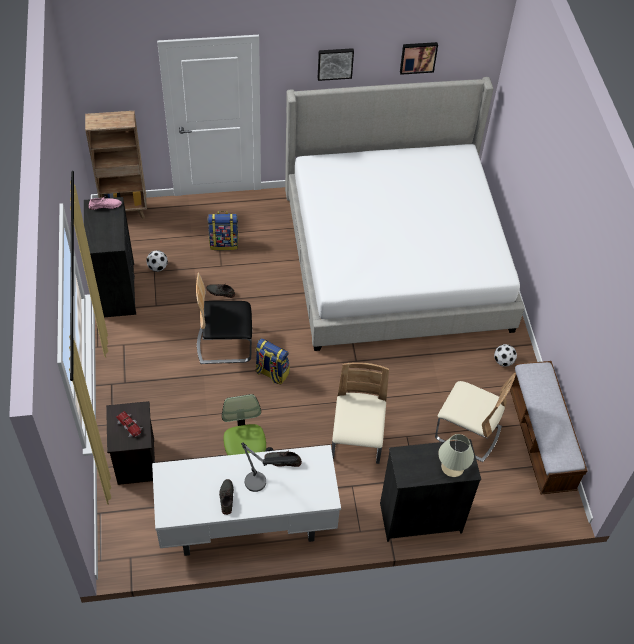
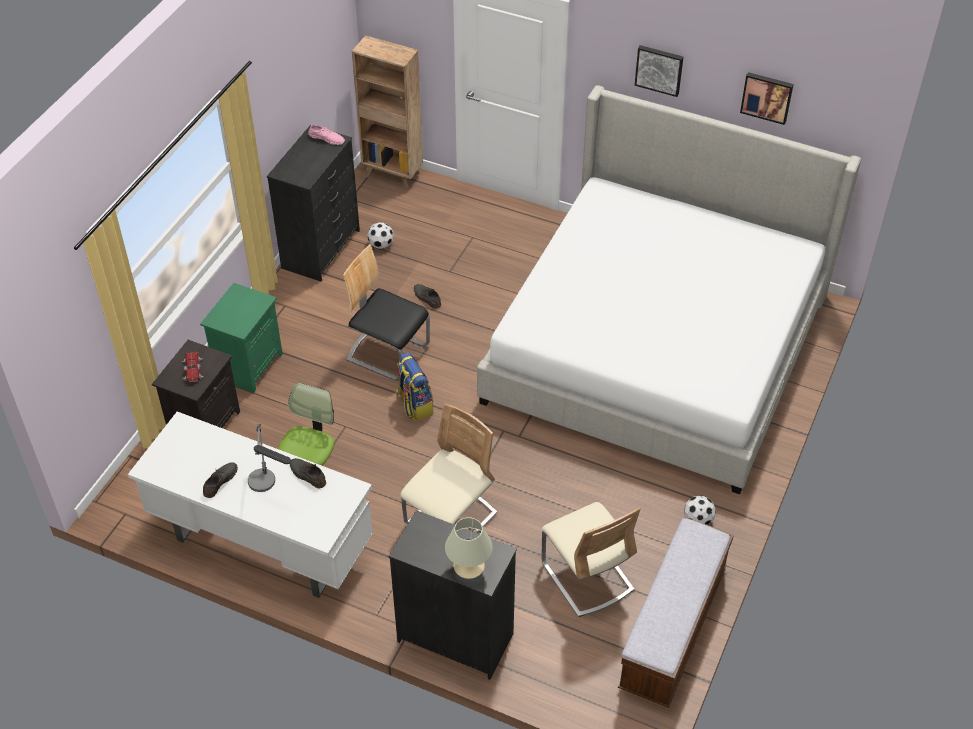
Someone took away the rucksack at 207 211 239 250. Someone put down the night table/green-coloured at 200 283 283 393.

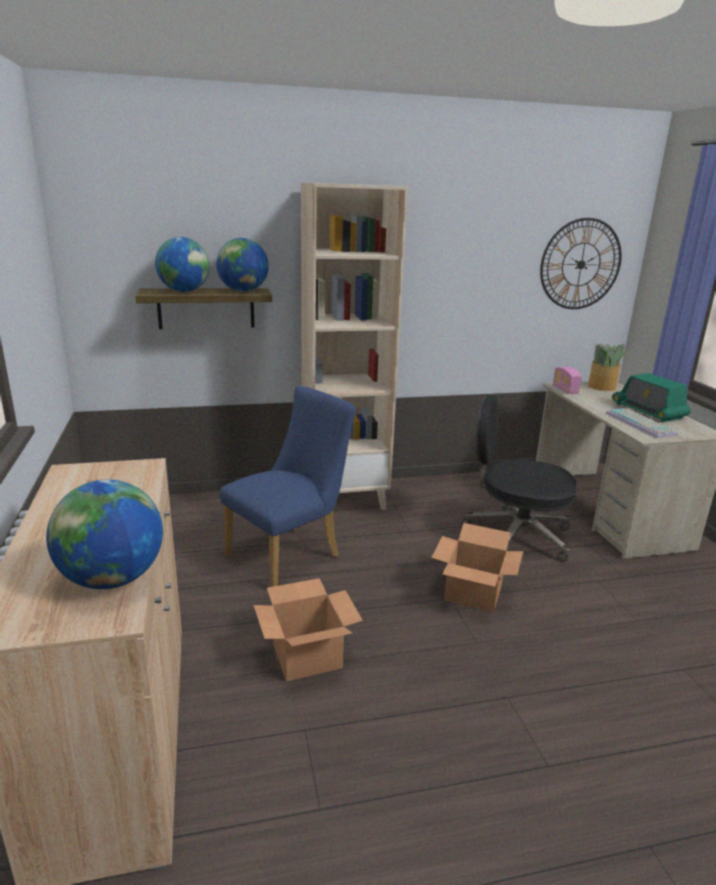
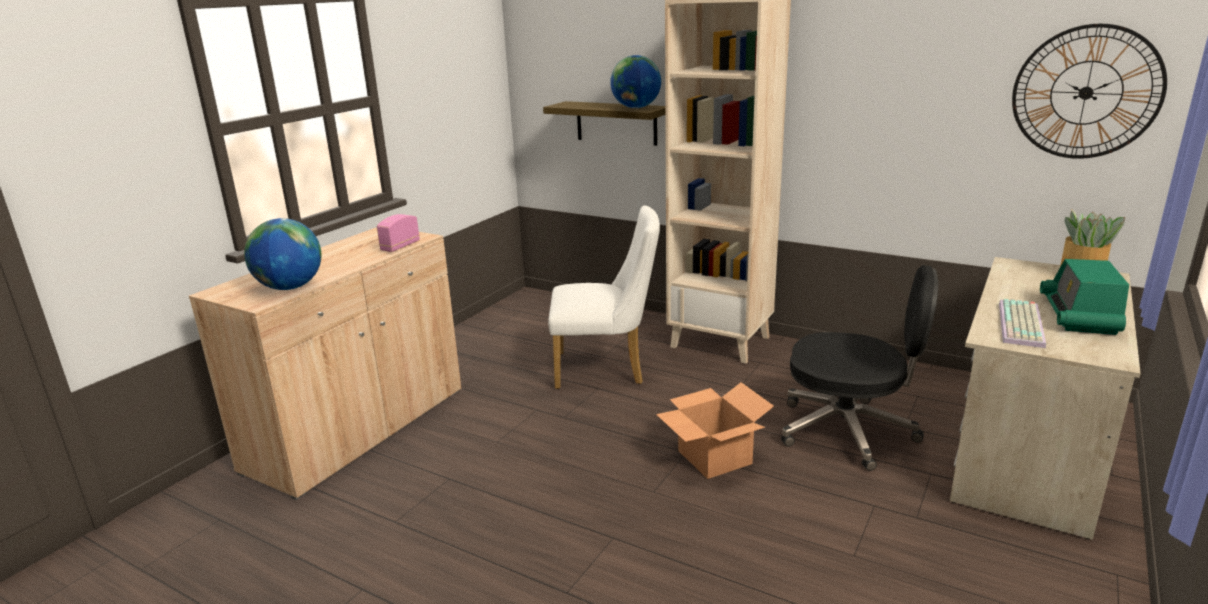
Someone took away the world globe at 155 237 210 292. Someone carried the radio from 553 367 582 394 to 377 214 420 252. Someone repainted the upright chair/blue at 220 386 355 587, which became the upright chair/white-coloured at 548 205 660 389. Someone rotated the computer chair/black-coloured at 461 395 576 562 by 135 degrees clockwise. Someone took away the packing box at 253 578 363 681.

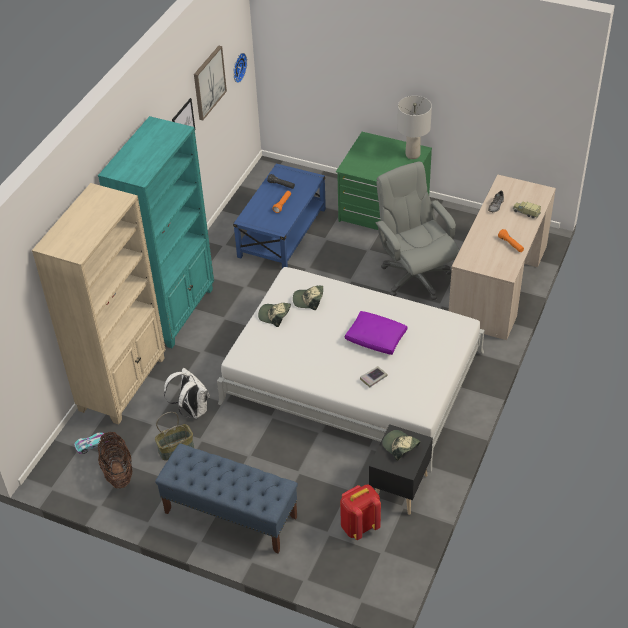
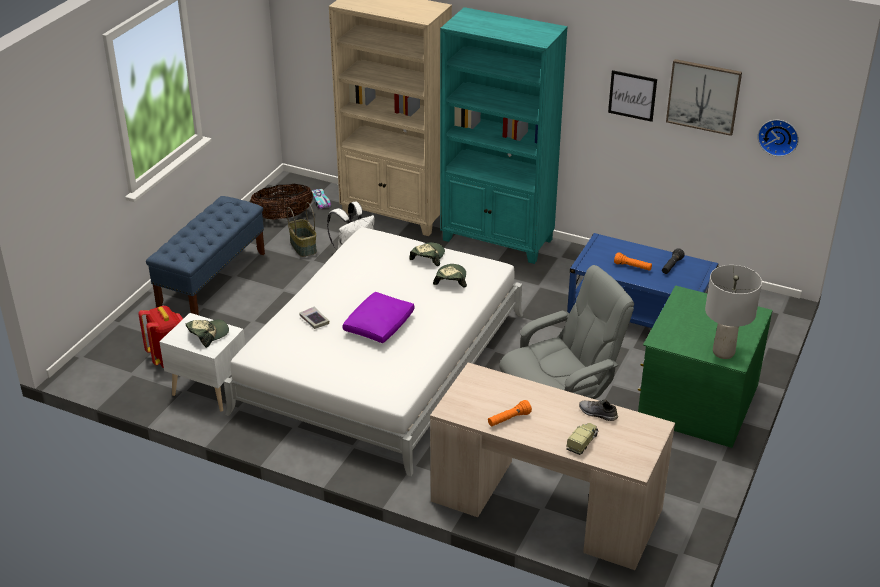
Someone repainted the night table/black-coloured at 369 424 433 515, which became the night table/white-coloured at 159 313 245 412.

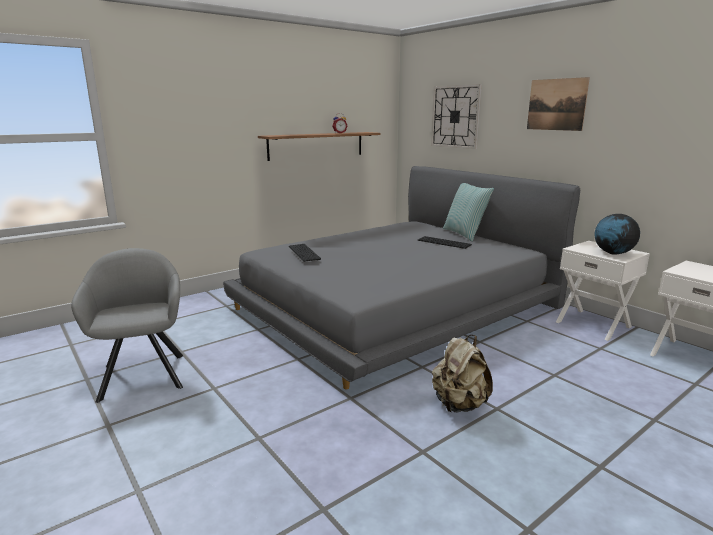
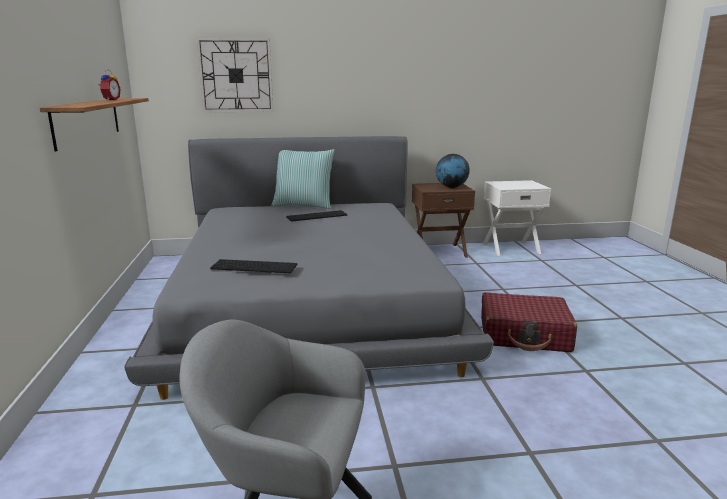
Someone took away the wall picture at 527 77 590 131. Someone repainted the night table/white-coloured at 556 241 650 341, which became the night table/brown-coloured at 412 183 475 258. Someone swapped the rucksack/beige-coloured at 432 335 493 413 for the suitcase/reddish at 481 292 577 352.

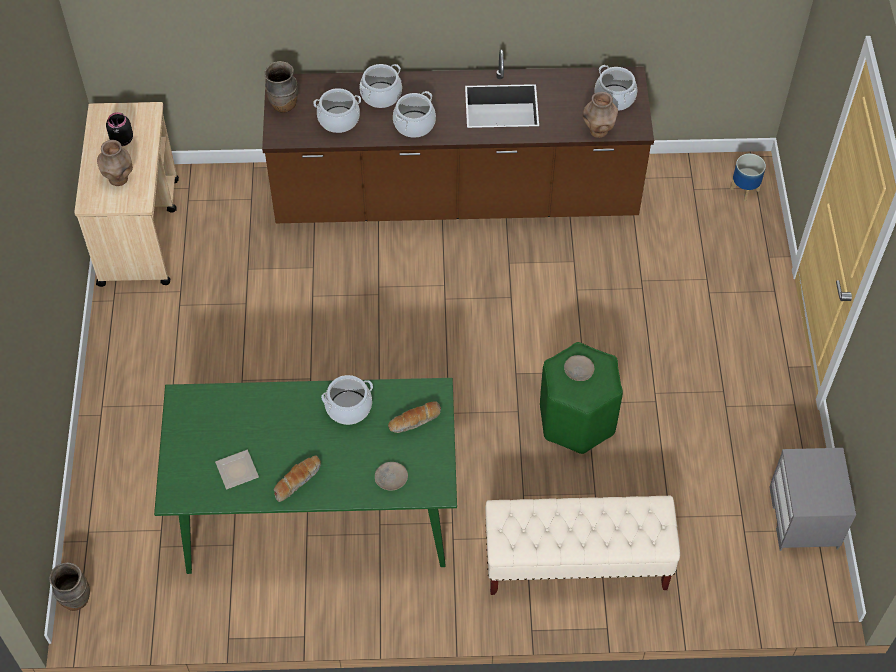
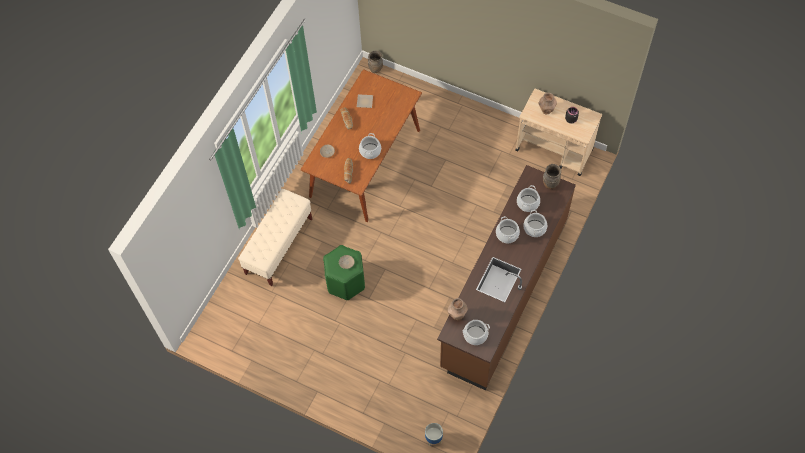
Someone repainted the dinner table/green-coloured at 154 378 457 574, which became the dinner table/brown-coloured at 300 69 422 222. Someone took away the night table/grey at 769 448 856 551.

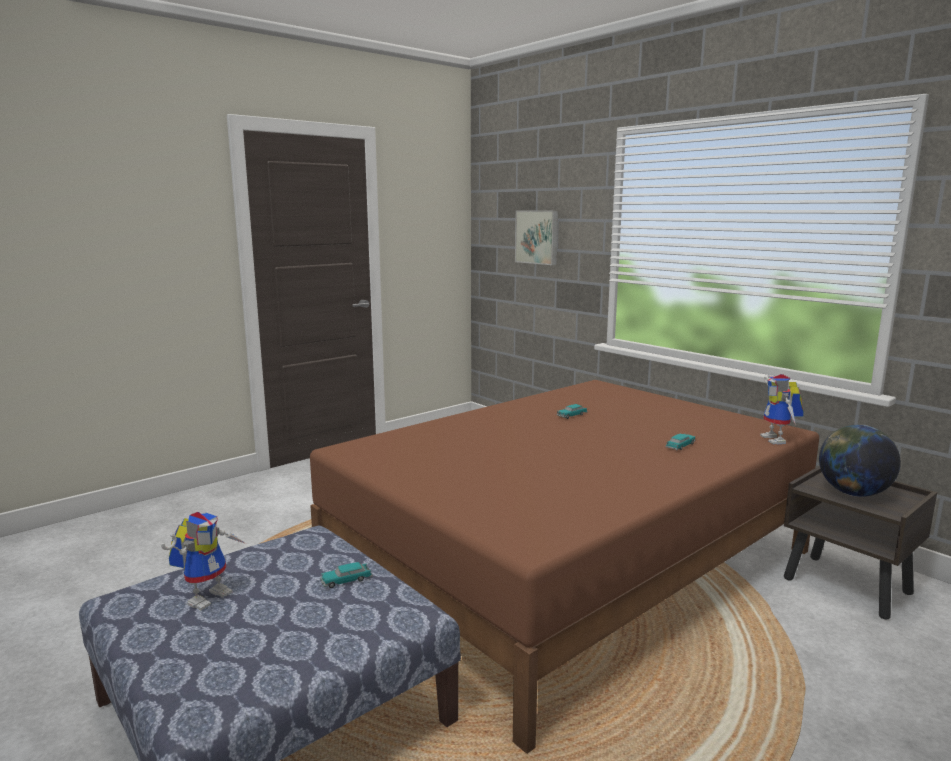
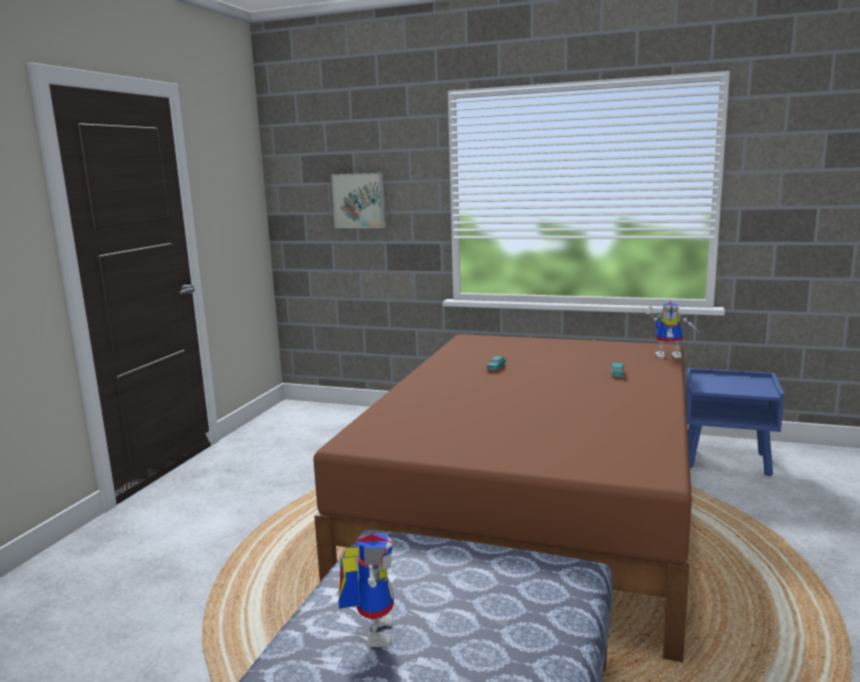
Someone rotated the robot figure at 760 374 804 444 by 45 degrees counterclockwise. Someone took away the world globe at 819 425 901 497. Someone repainted the night table/brown-coloured at 784 466 937 619, which became the night table/blue at 686 368 784 476. Someone took away the toy car at 320 562 373 588.

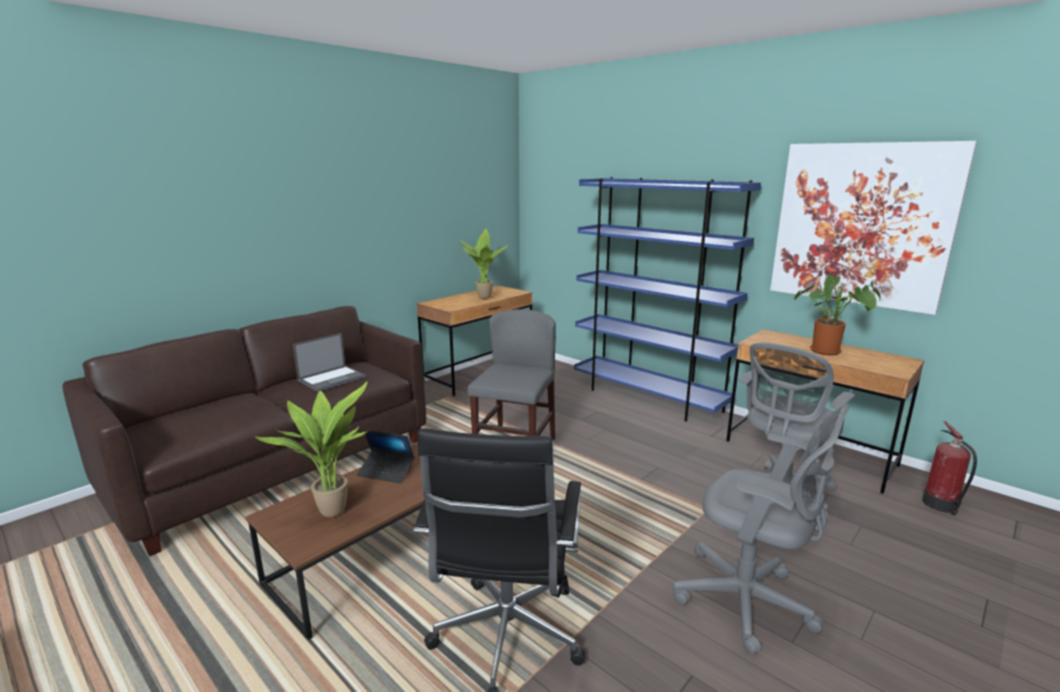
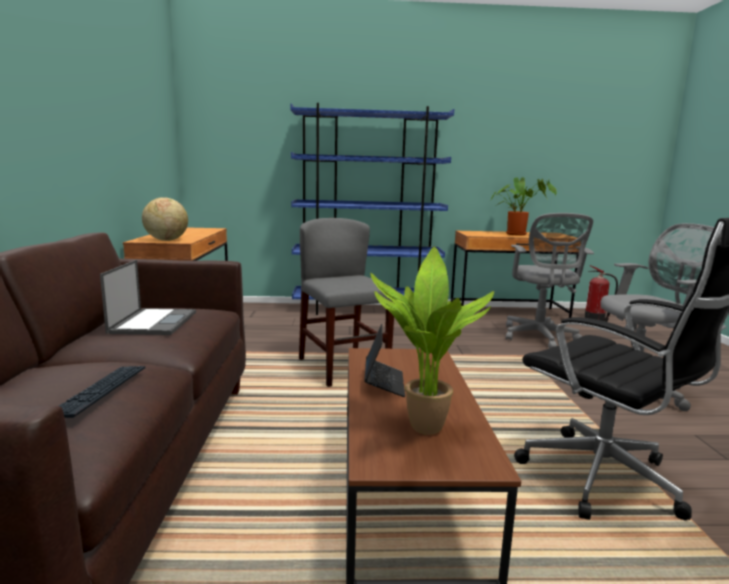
Someone took away the wall picture at 770 141 977 315. Someone took away the houseplant at 460 229 508 299. Someone rotated the notebook computer at 357 430 415 483 by 60 degrees counterclockwise. Someone put down the world globe at 142 197 188 241. Someone put down the keyboard at 59 366 145 418.

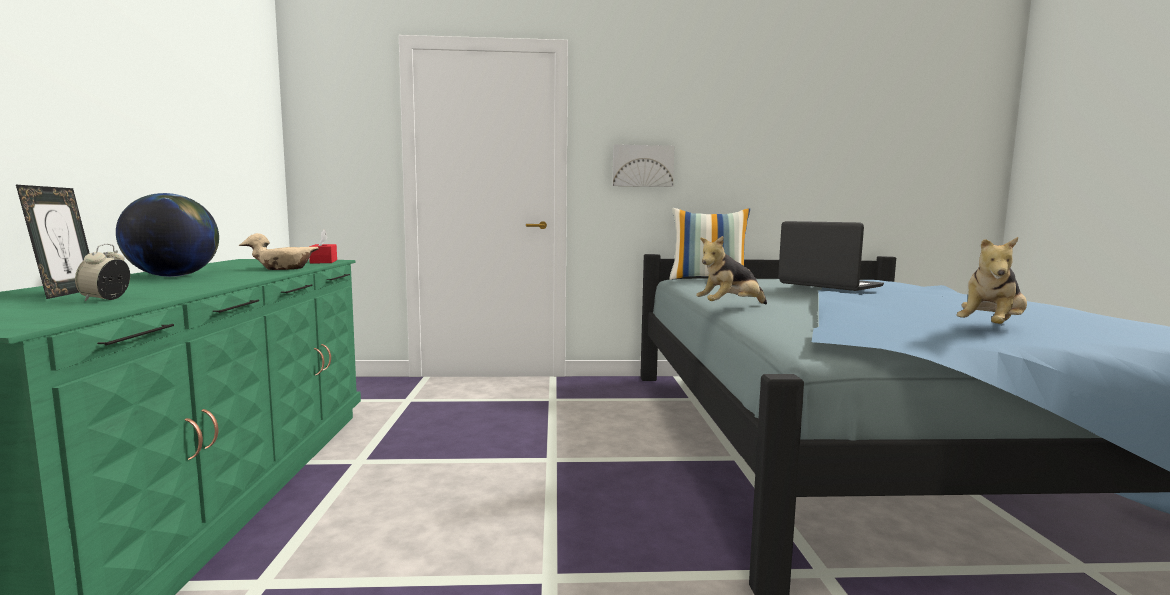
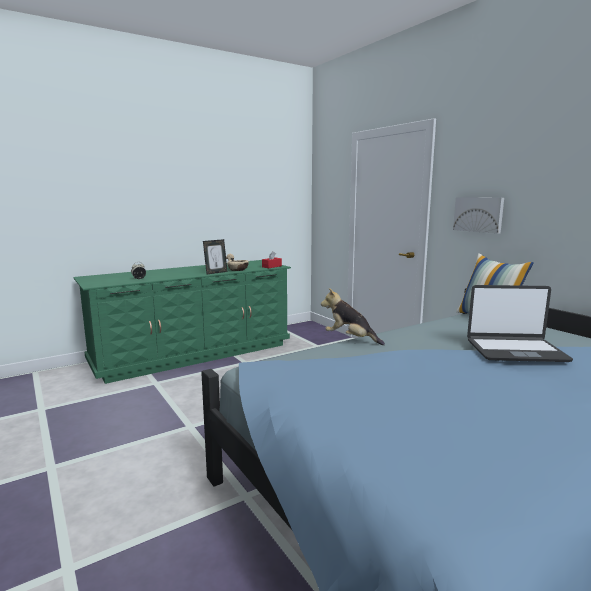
Someone carried the photo frame from 16 185 89 299 to 203 239 228 274. Someone took away the world globe at 116 193 219 277. Someone rotated the notebook computer at 778 221 884 291 by 75 degrees clockwise. Someone took away the plush toy at 956 237 1027 324.

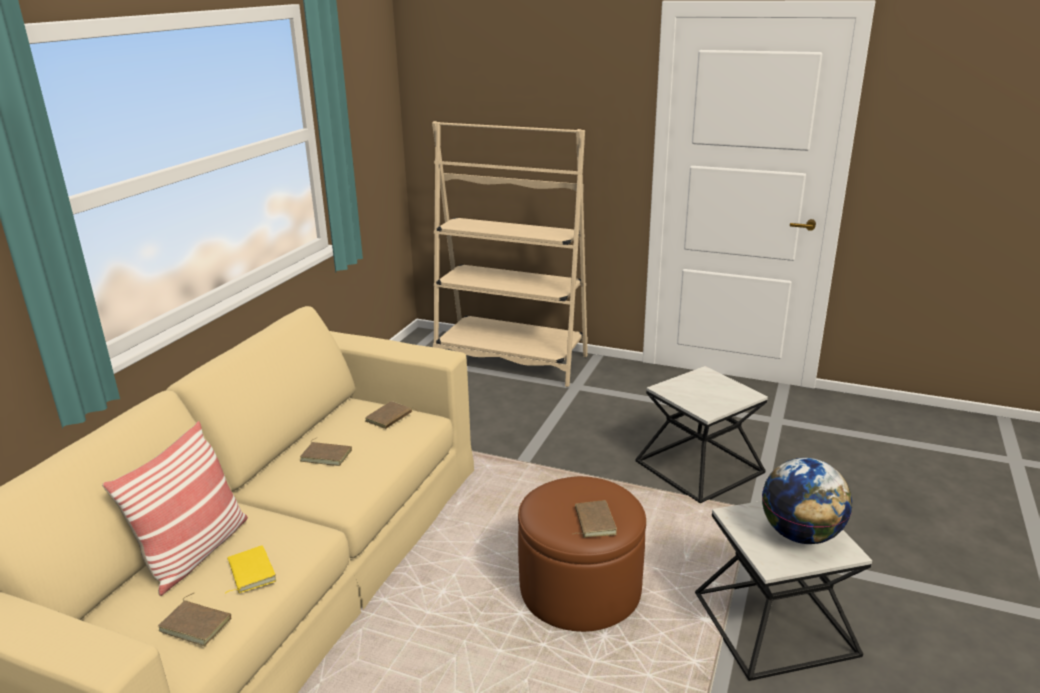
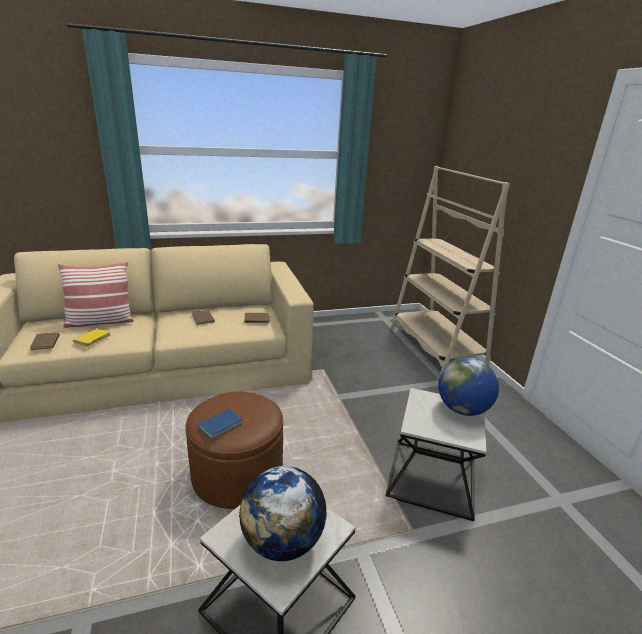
Someone repainted the volume/brown-coloured at 572 500 617 537, which became the volume/blue at 195 409 243 439. Someone put down the world globe at 438 358 499 416.

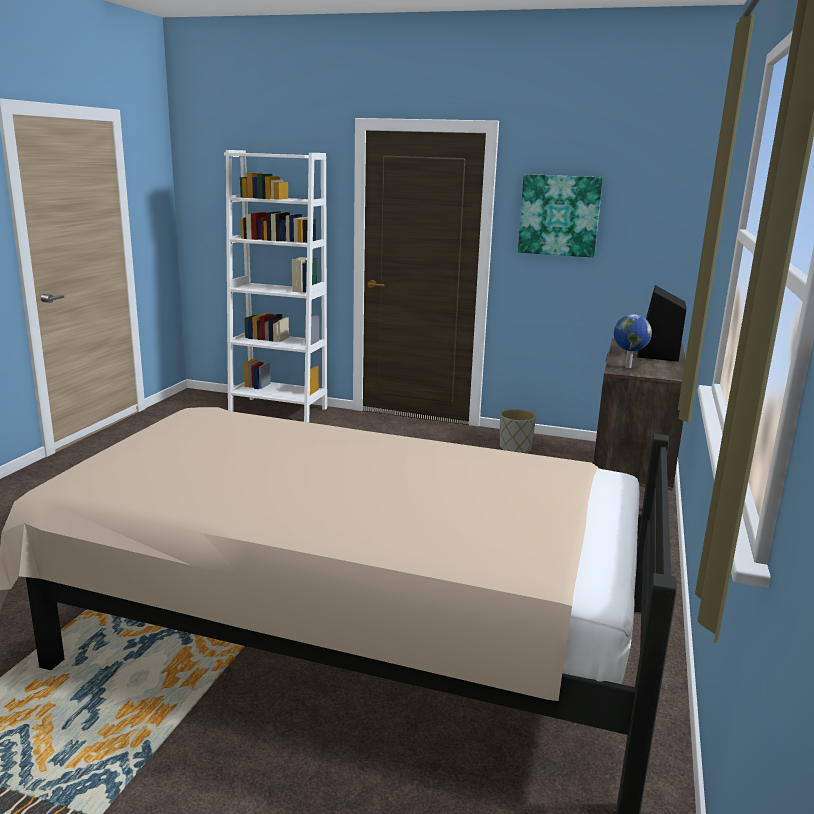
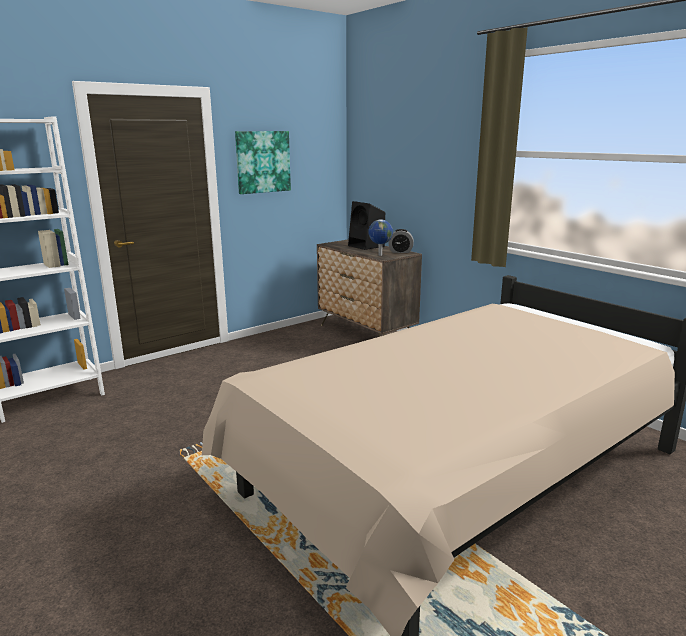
Someone took away the planter/grey at 500 409 536 453. Someone put down the alarm clock at 389 229 414 253.

